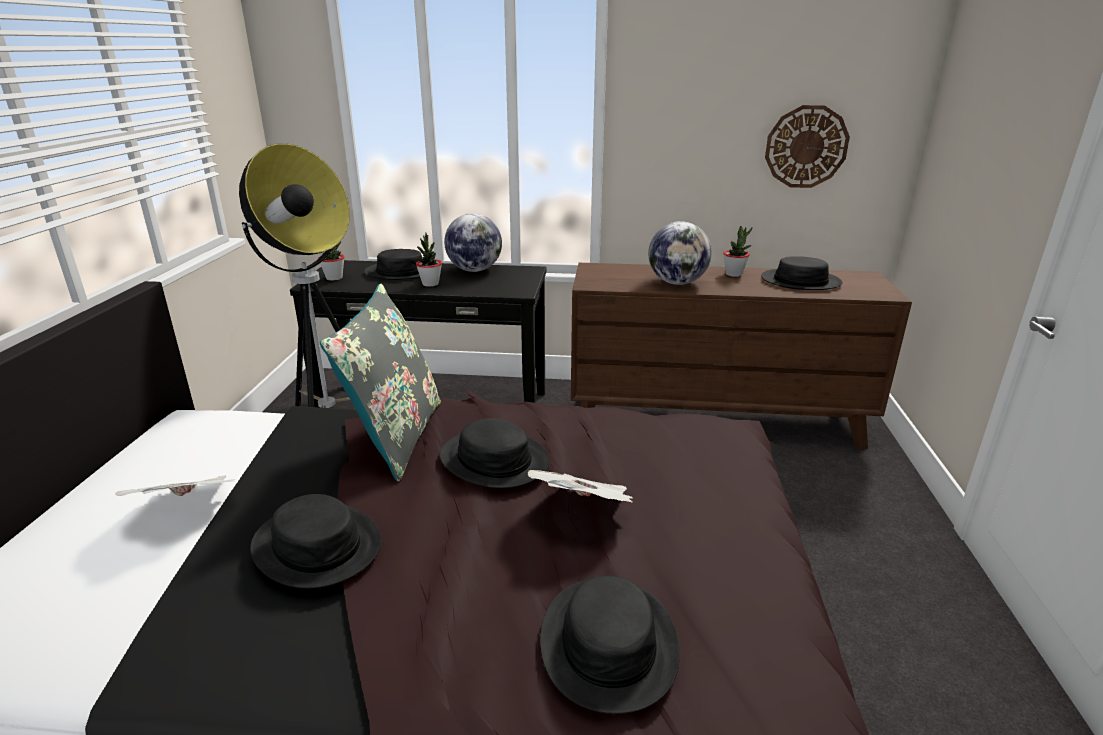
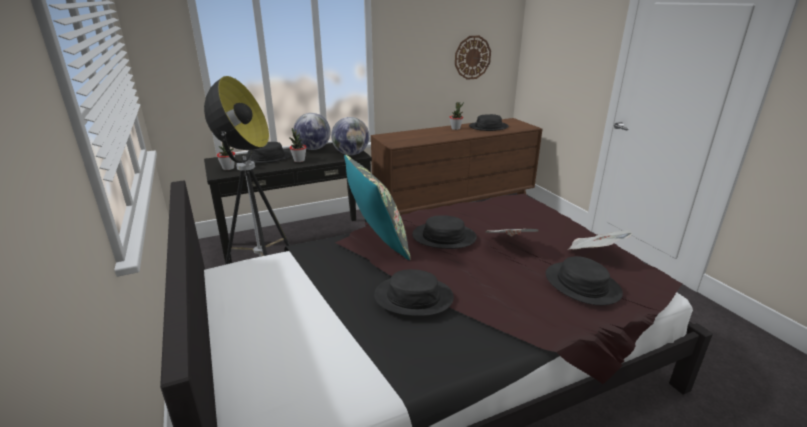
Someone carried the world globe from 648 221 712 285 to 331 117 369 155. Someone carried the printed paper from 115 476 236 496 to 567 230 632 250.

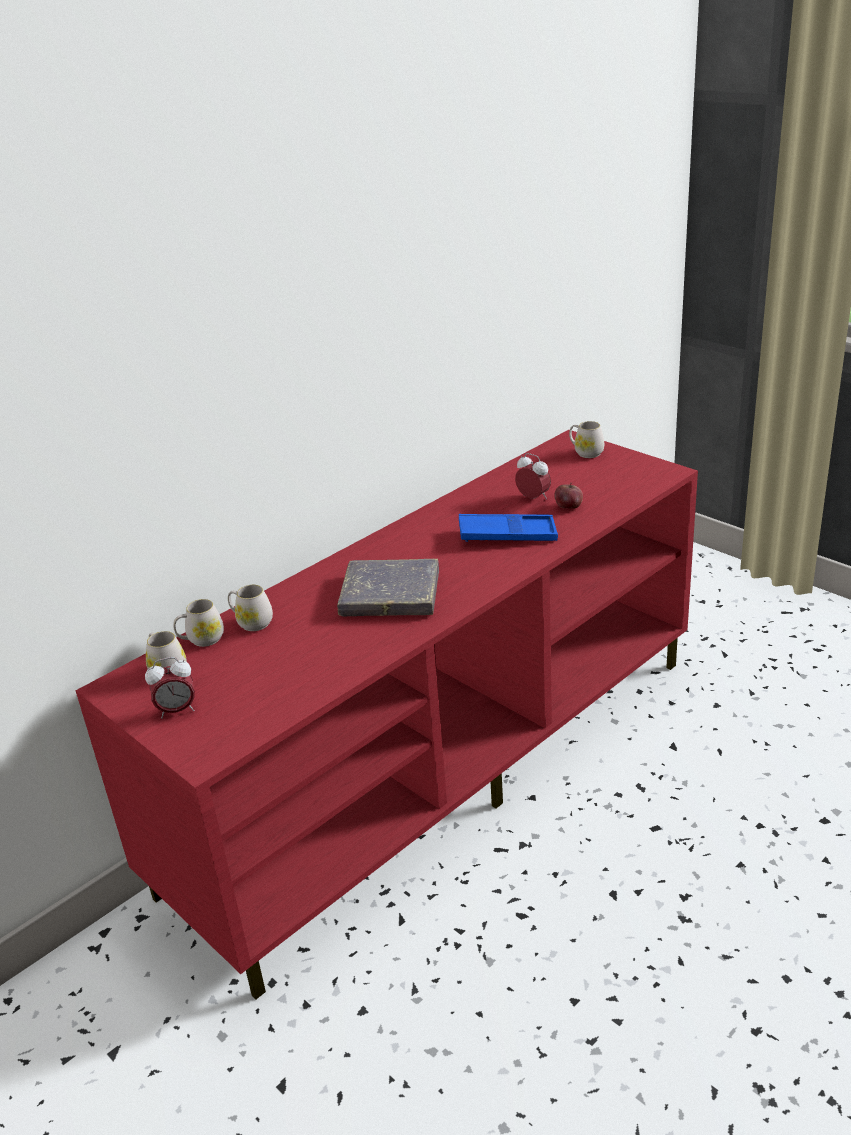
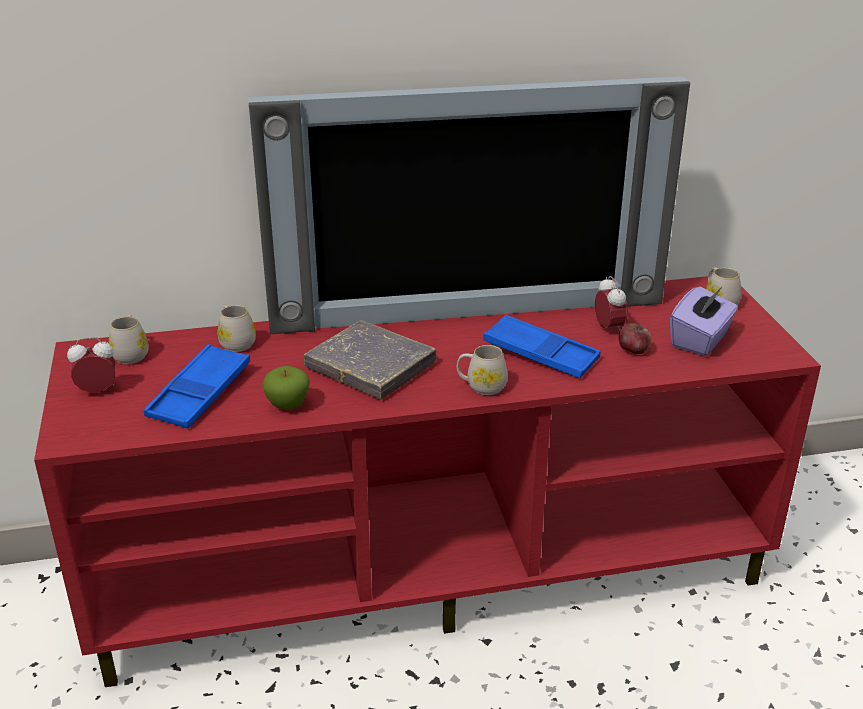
Someone carried the coffee mug/white-coloured from 173 599 224 647 to 457 345 508 395. Someone rotated the alarm clock at 145 657 195 719 by 150 degrees clockwise. Someone put down the TV set at 248 76 690 334. Someone put down the tissue holder/purplish at 670 286 738 356. Someone put down the serving tray/blue at 144 344 250 429. Someone put down the whole apple at 262 366 310 410.

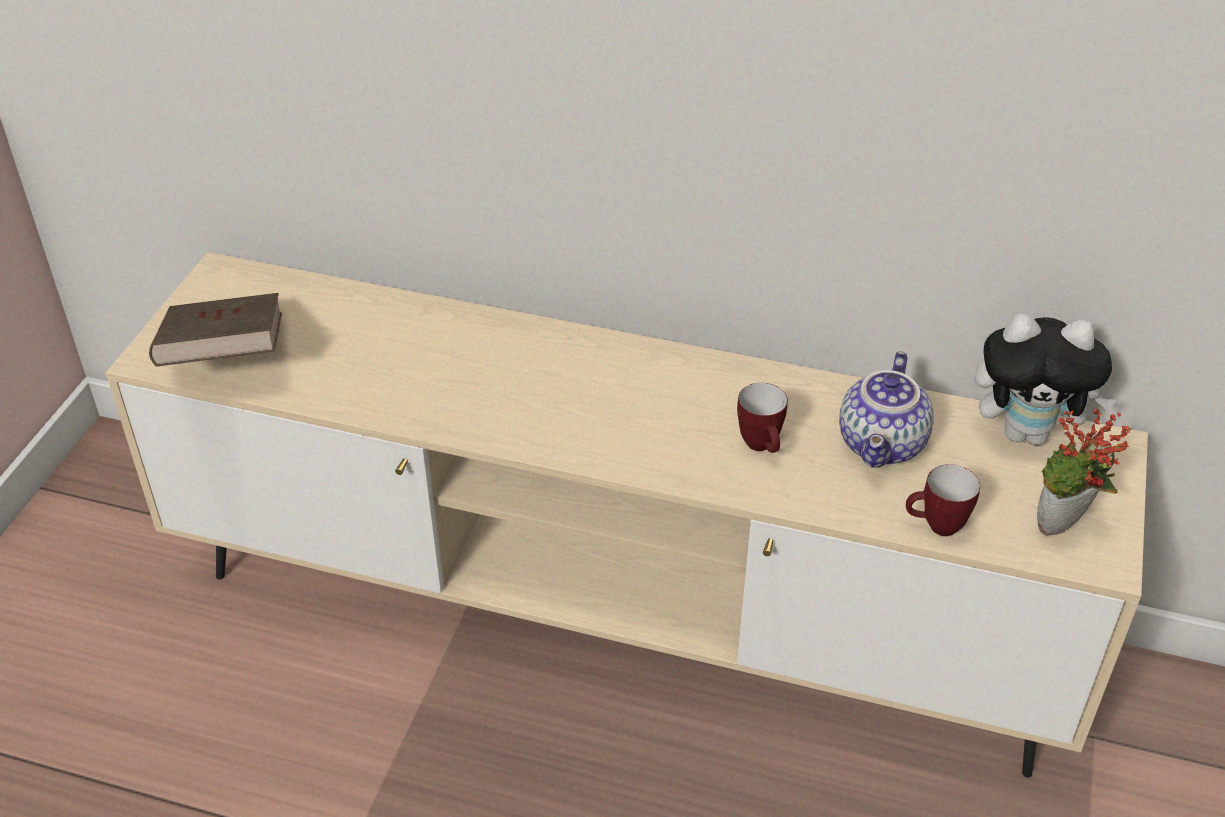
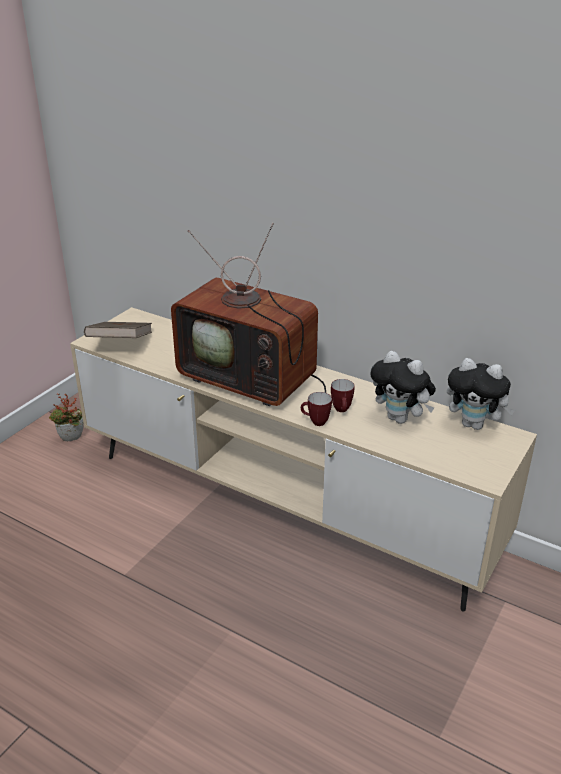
Someone swapped the teapot at 839 351 934 468 for the plush toy at 370 351 436 424. Someone carried the houseplant from 1037 408 1132 536 to 49 394 84 441. Someone carried the coffee mug from 906 464 980 536 to 301 392 332 426. Someone put down the TV set at 171 223 326 406.

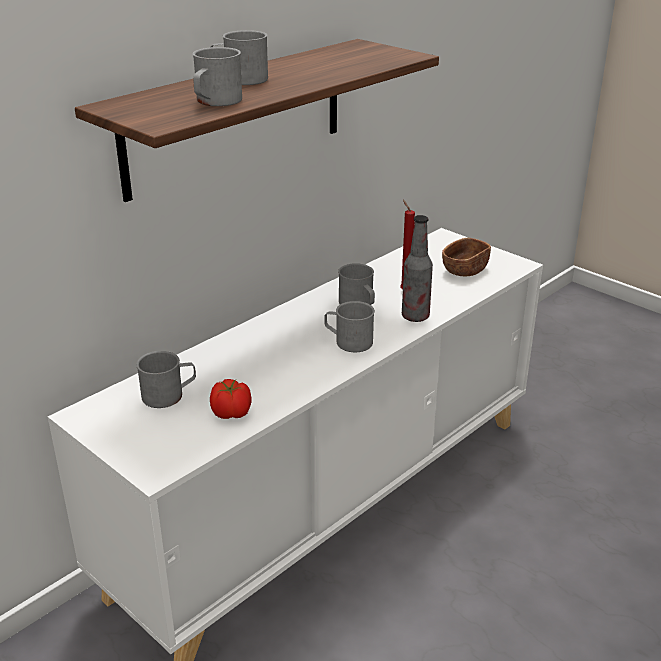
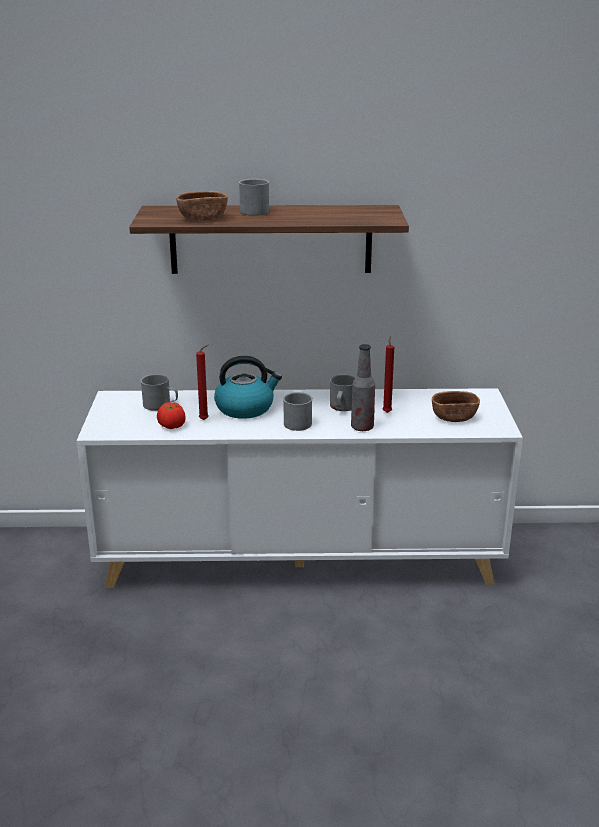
Someone swapped the coffee mug/grey at 192 47 242 106 for the serving bowl/brown-coloured at 176 191 228 221. Someone put down the candle/reddish at 196 344 209 420. Someone put down the water kettle at 214 356 282 419.

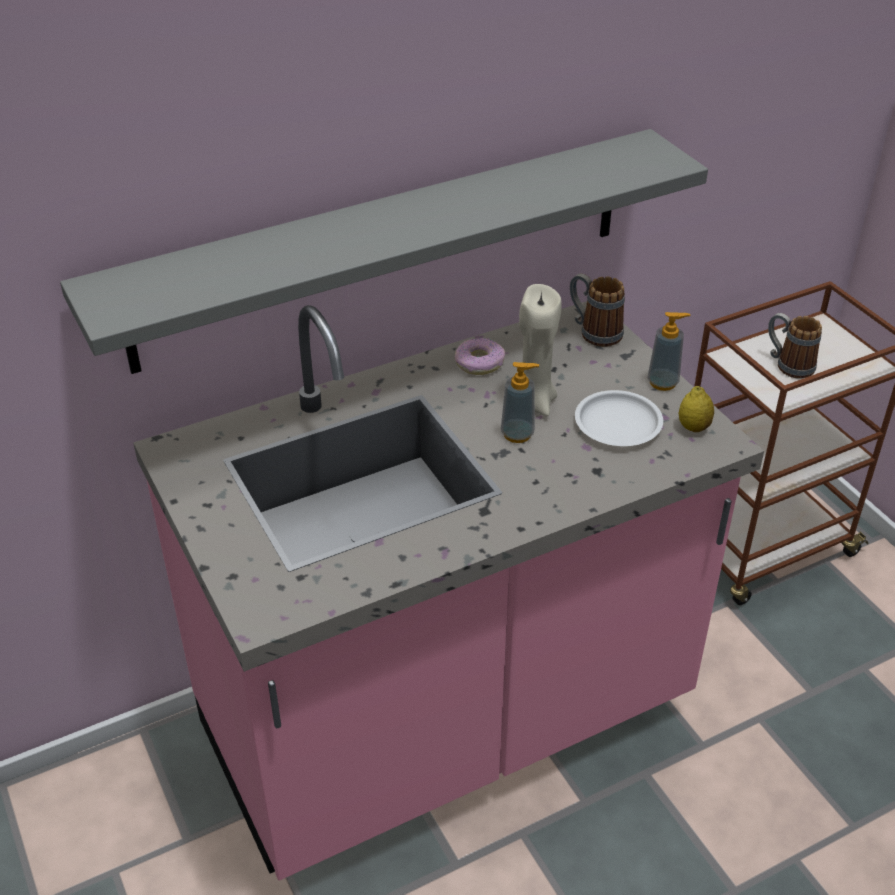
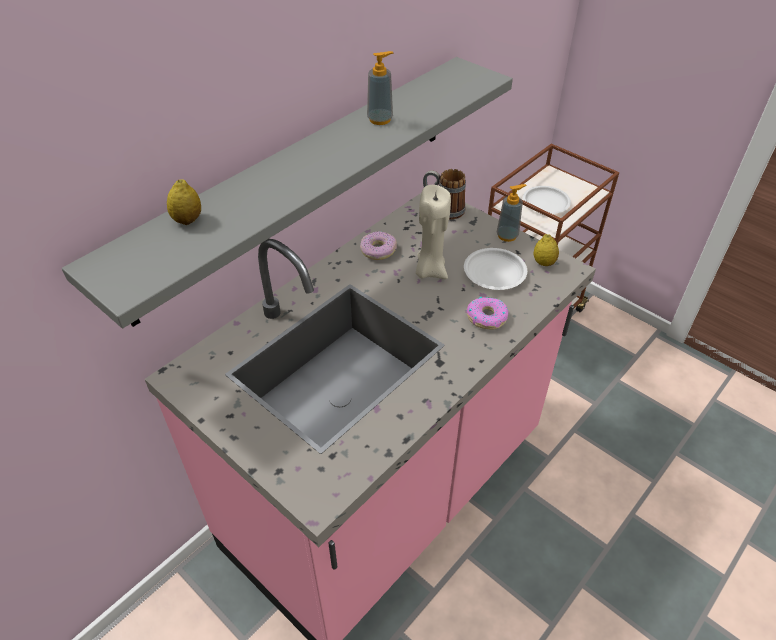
Someone swapped the coffee mug at 768 313 822 379 for the flat dish/white-coloured at 523 186 571 214. Someone carried the liquid soap bottle from 501 362 539 443 to 367 51 394 125. Someone put down the citrus fruit at 167 179 201 225. Someone put down the donut at 467 297 508 330.

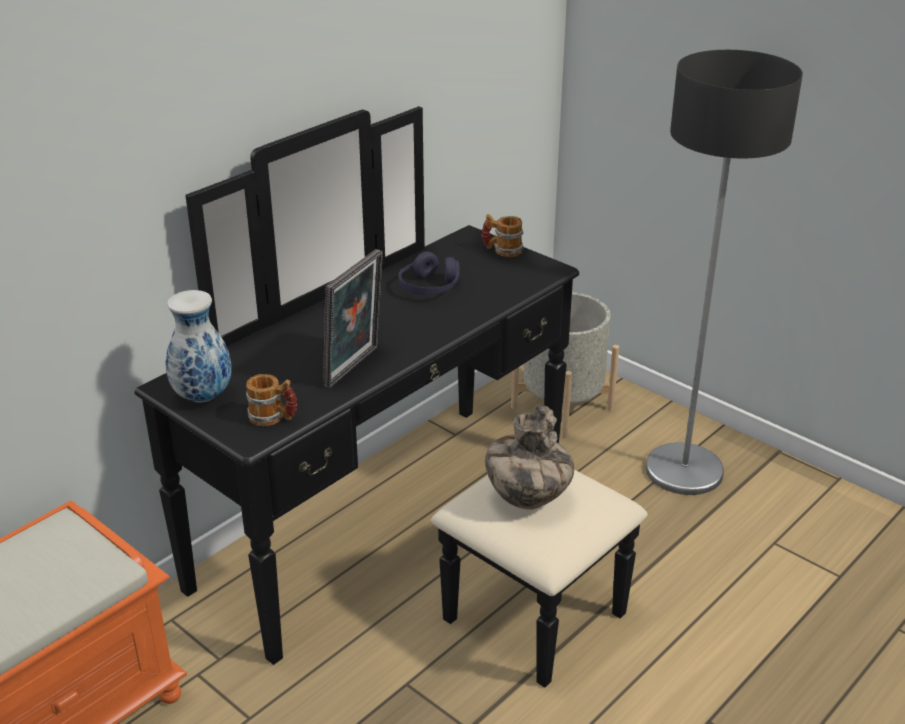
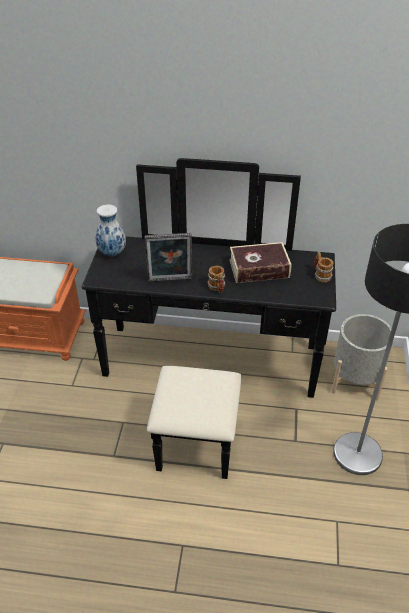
Someone swapped the pair of headphones/purplish at 399 251 460 295 for the volume at 230 242 291 283. Someone carried the coffee mug from 246 374 297 426 to 208 266 225 293. Someone took away the flower vase at 485 405 574 509.

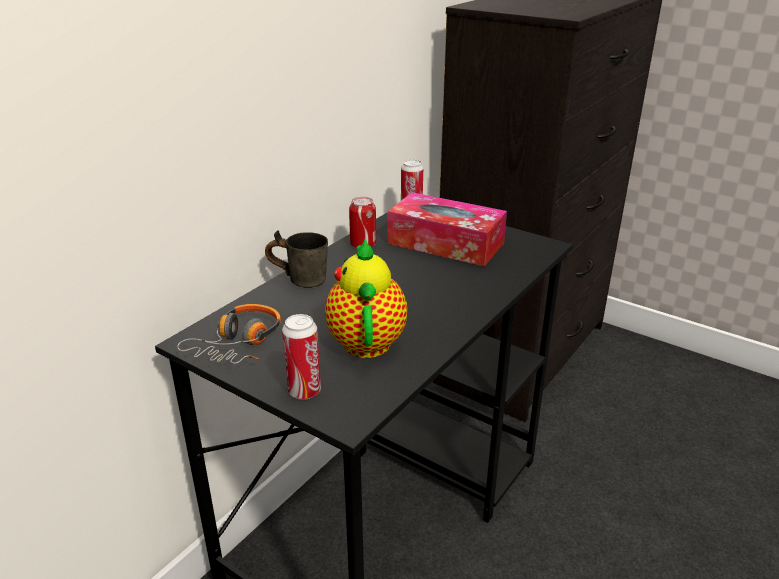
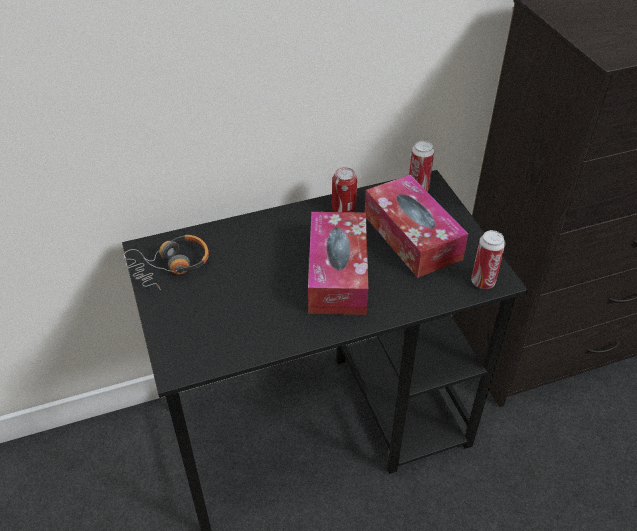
Someone took away the coffee mug/grey at 265 230 328 288. Someone took away the teapot at 325 238 407 358. Someone carried the can from 282 314 321 400 to 471 230 505 289. Someone put down the tissue holder at 308 212 368 315.

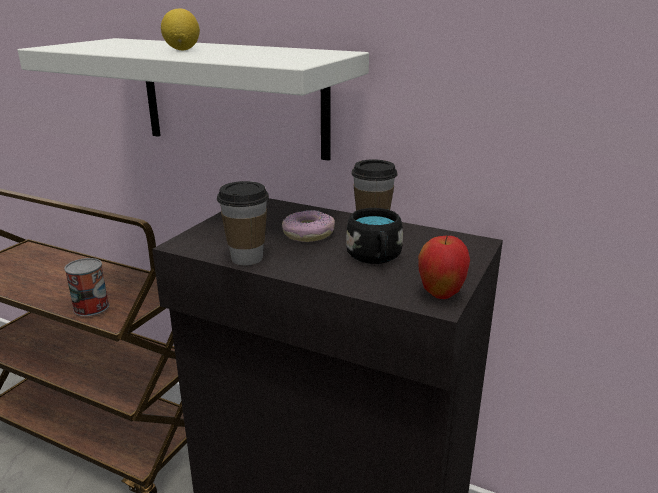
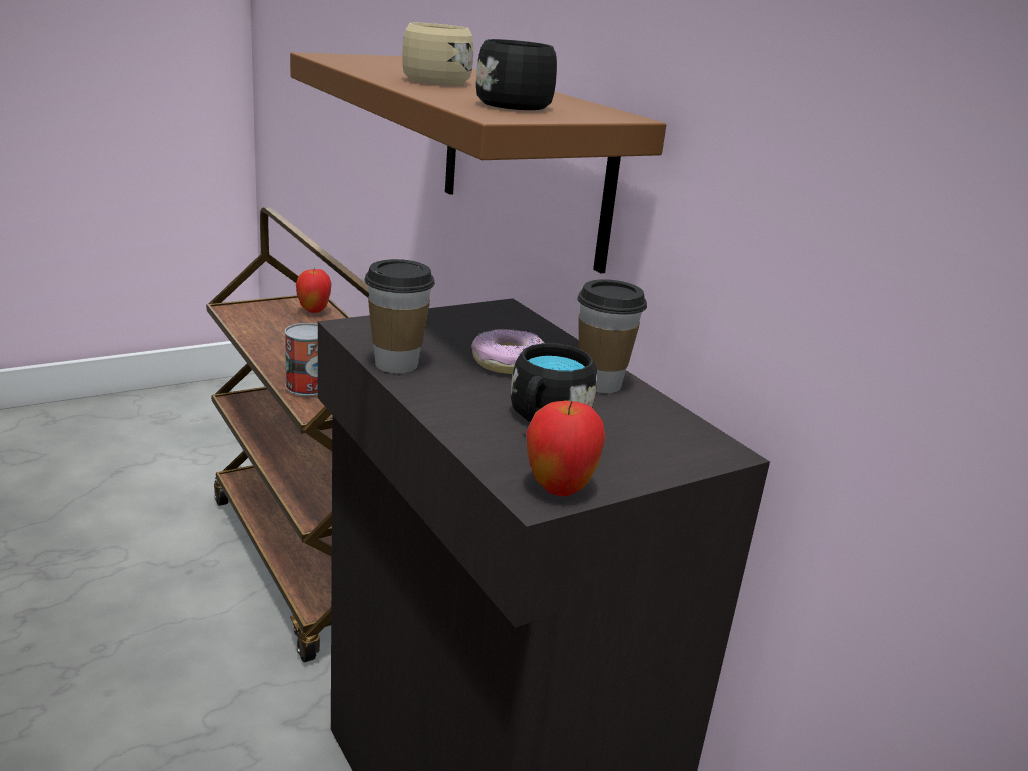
Someone swapped the citrus fruit at 161 9 200 50 for the coffee mug/beige-coloured at 402 23 473 85. Someone repainted the wall shelf/white-coloured at 18 38 369 161, which became the wall shelf/brown-coloured at 290 52 666 273. Someone put down the coffee mug/black-coloured at 476 39 557 110. Someone put down the whole apple at 296 268 332 313.

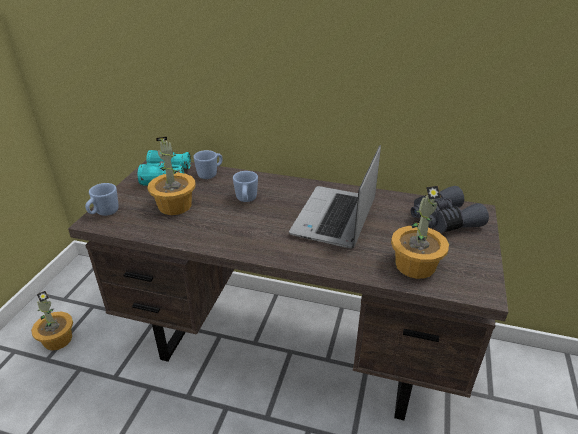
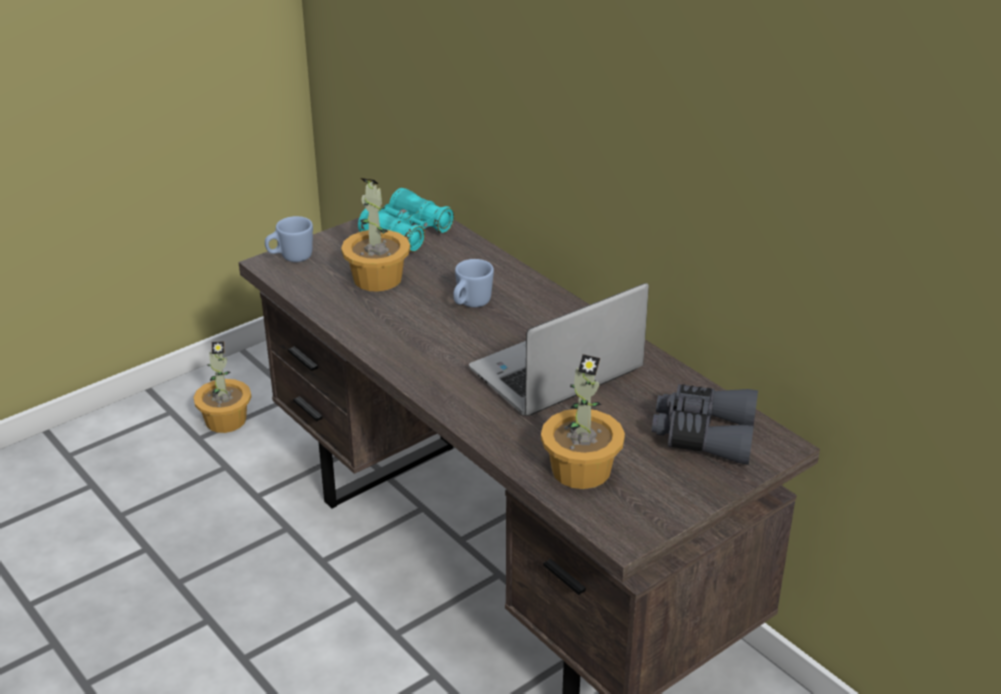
Someone took away the coffee mug/blue at 193 150 223 179.

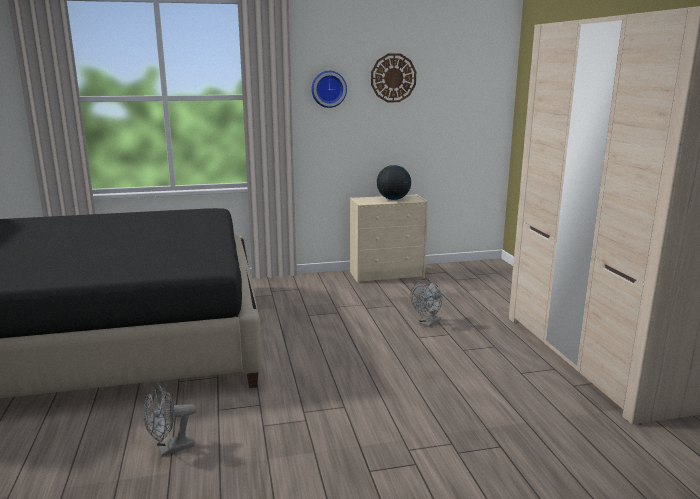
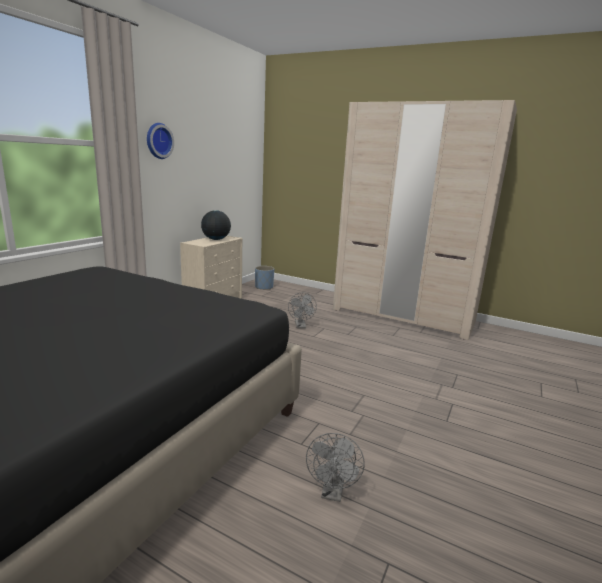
Someone took away the hanging clock at 371 53 416 102. Someone put down the planter/blue at 255 266 274 290.

